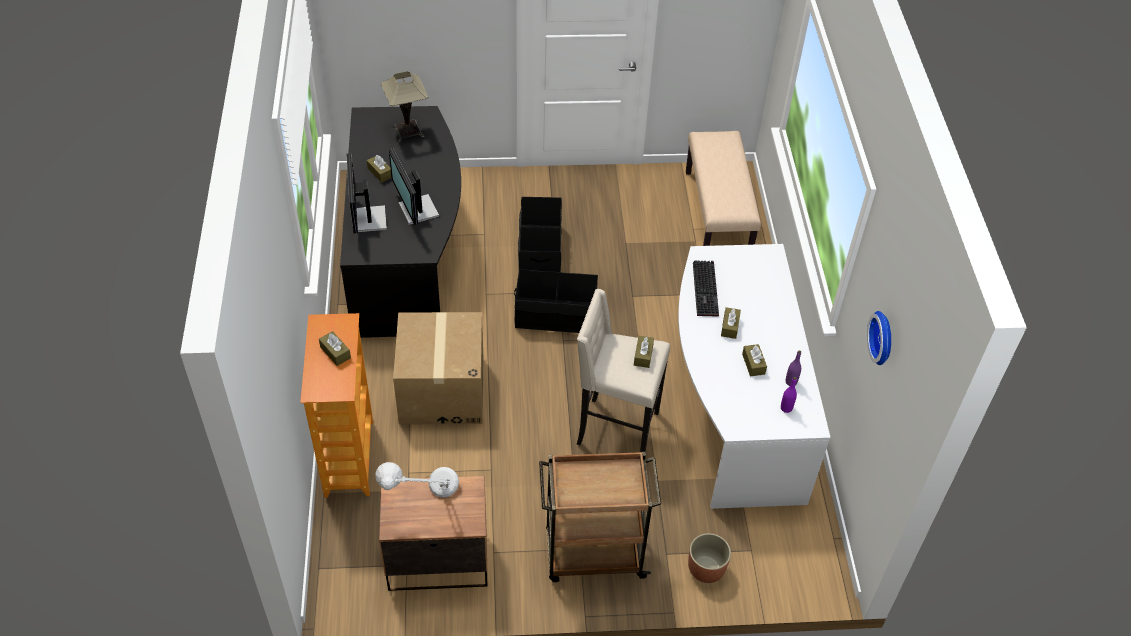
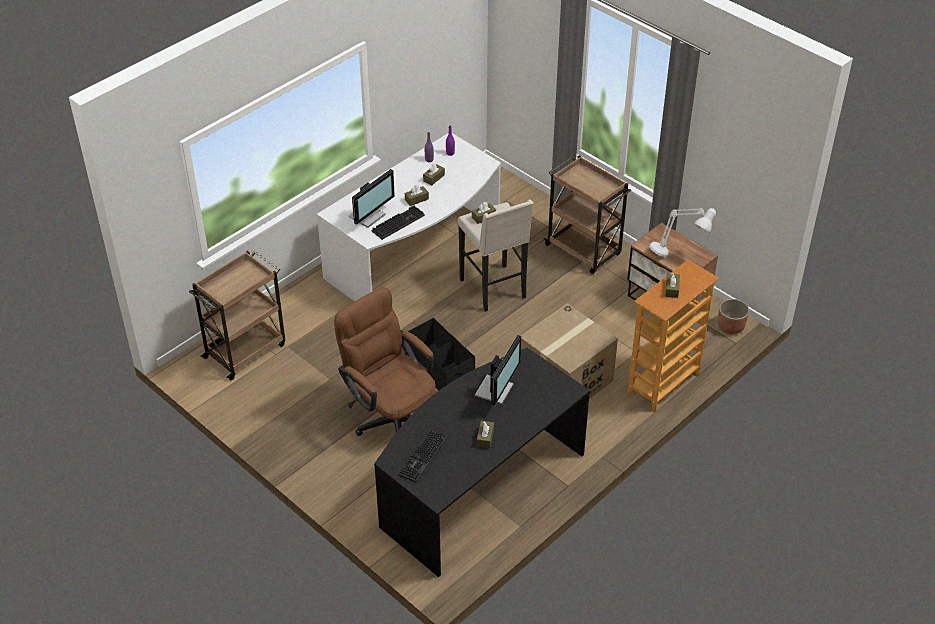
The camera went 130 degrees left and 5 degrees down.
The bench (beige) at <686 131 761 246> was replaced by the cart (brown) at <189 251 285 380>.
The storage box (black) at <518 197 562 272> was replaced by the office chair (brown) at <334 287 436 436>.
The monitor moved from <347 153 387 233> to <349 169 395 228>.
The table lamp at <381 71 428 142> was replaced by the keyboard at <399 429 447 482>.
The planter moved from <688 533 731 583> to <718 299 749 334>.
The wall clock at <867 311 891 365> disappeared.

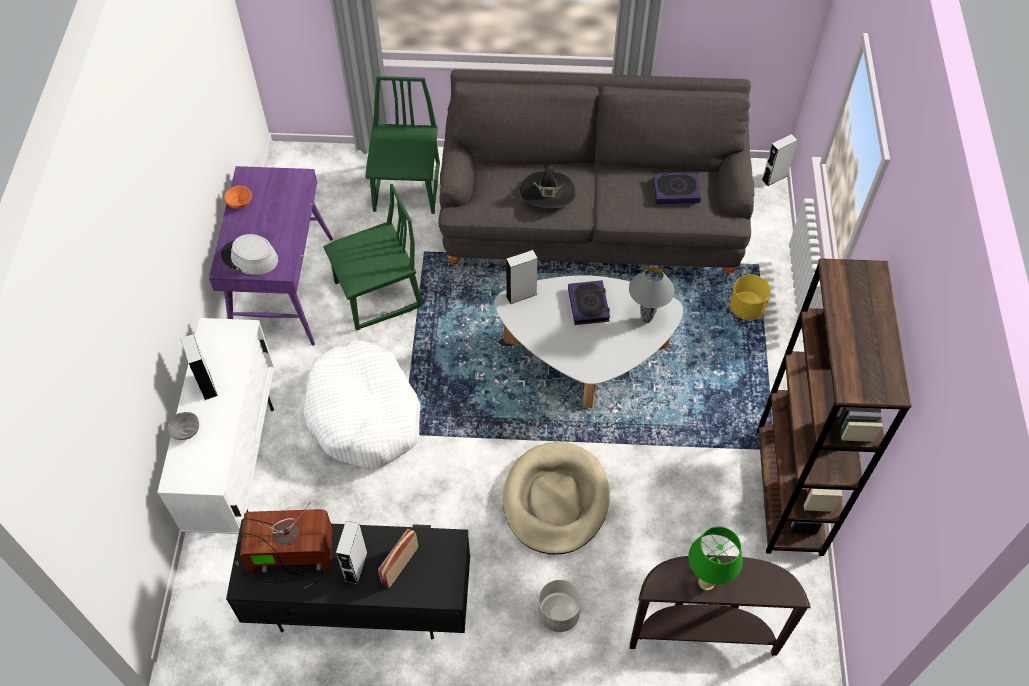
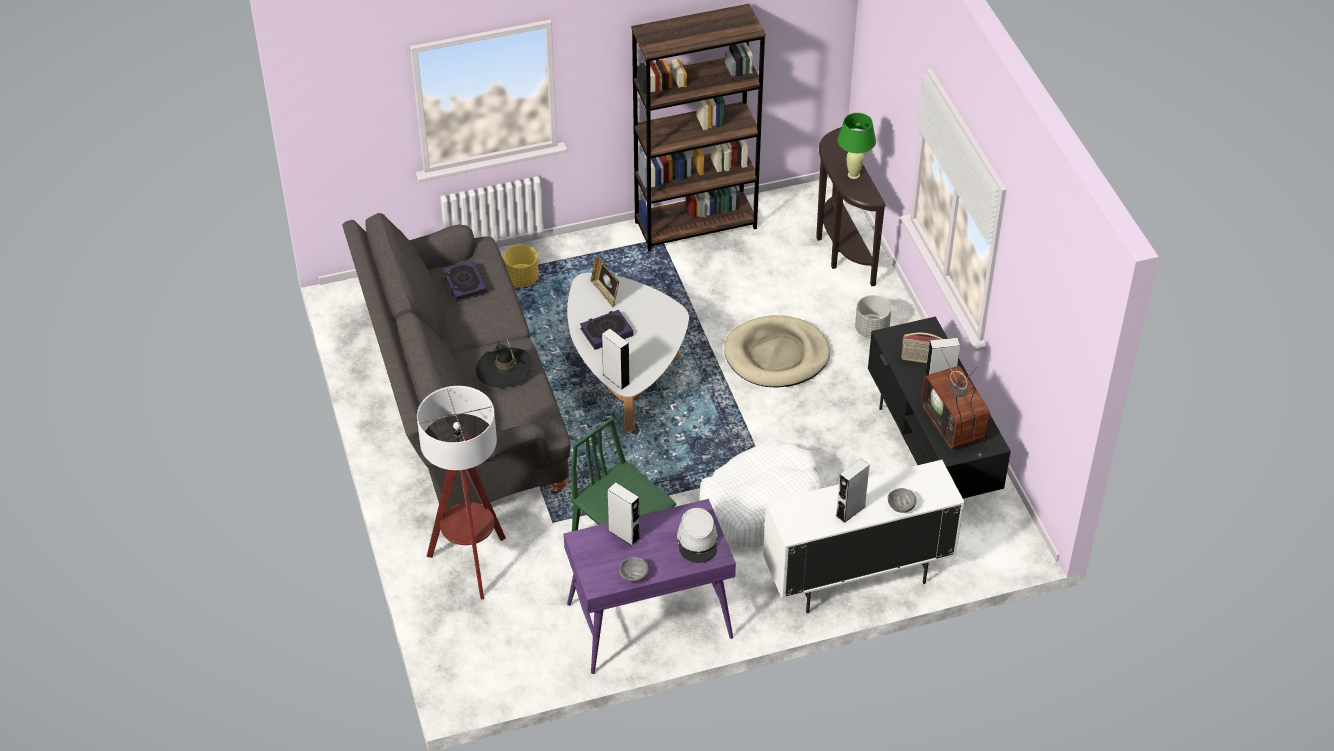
The camera went 110 degrees left and 10 degrees down.
The chair (green) at <365 76 440 214> was replaced by the floor lamp at <417 386 506 600>.
The table lamp (grey) at <629 267 675 323> was replaced by the picture frame at <590 256 619 308>.
The speaker (grey) moved from <762 134 798 186> to <608 482 640 546>.
The bowl (orange) at <224 186 252 209> became the bowl (grey) at <619 557 649 582>.

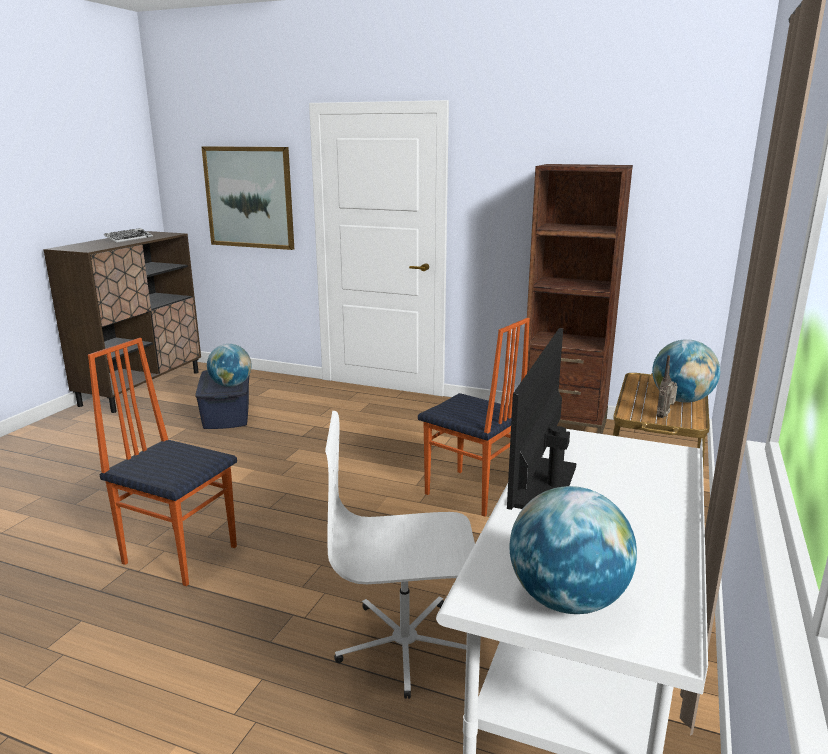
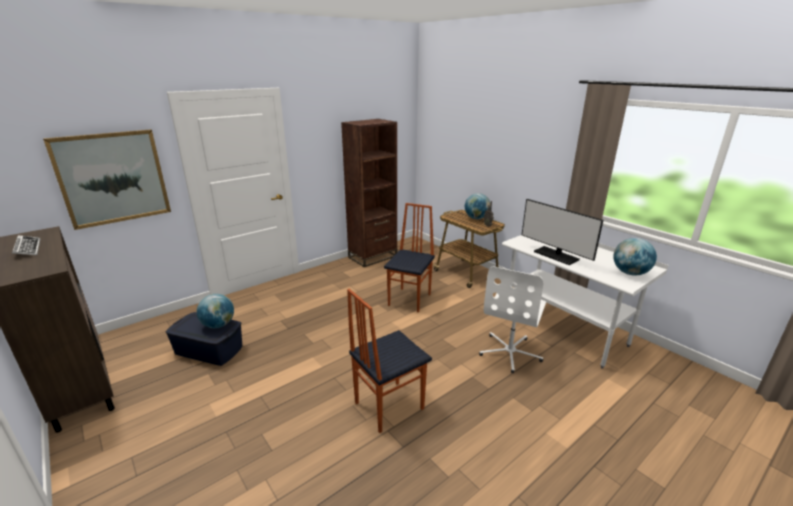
The camera went 60 degrees left and 5 degrees up.
The chair at <418 318 530 517> turned 45 degrees counterclockwise.

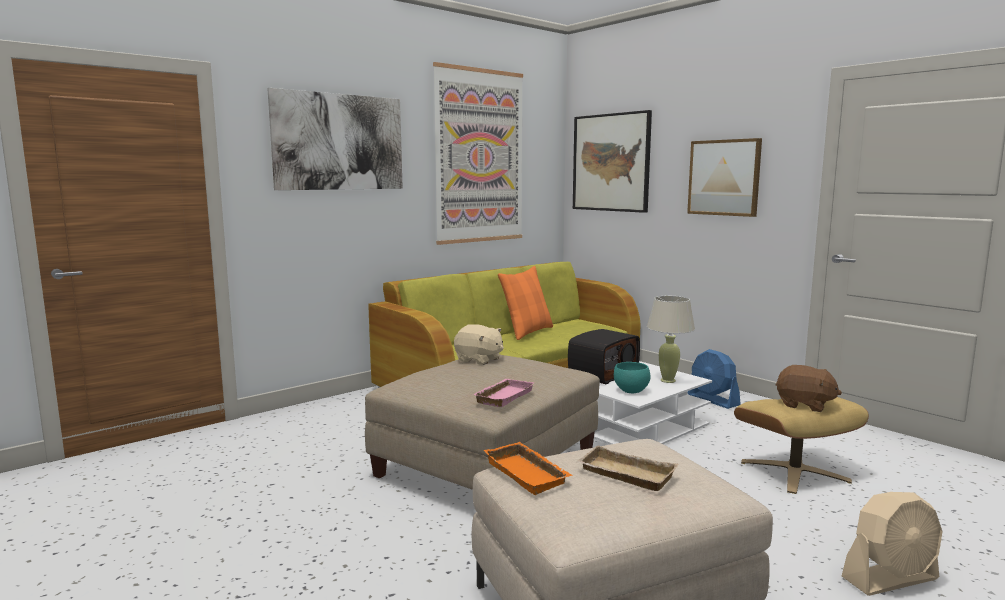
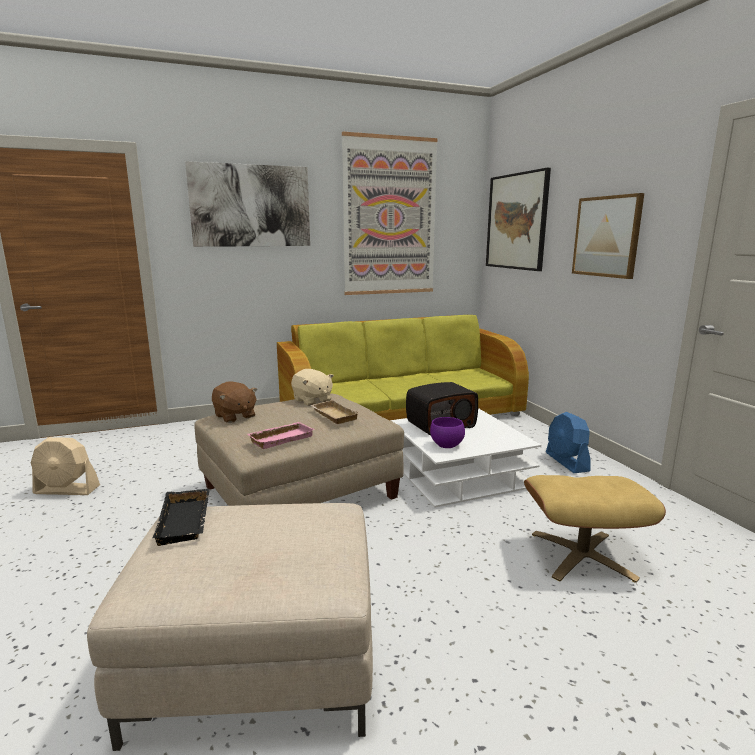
The camera went 20 degrees right and 5 degrees up.
The fan (beige) moved from <842 492 943 596> to <31 437 100 495>.
The tray (orange) at <483 442 573 495> became the tray (black) at <152 489 209 546>.
The plush toy (brown) moved from <776 365 842 412> to <212 382 257 423>.
The tray (beige) moved from <577 445 678 491> to <310 400 359 424>.
The bowl (turquoise) at <614 362 651 393> became the bowl (purple) at <430 417 465 448>.
The pillow (orange) at <498 266 553 340> disappeared.
The table lamp (beige) at <647 296 695 383> disappeared.

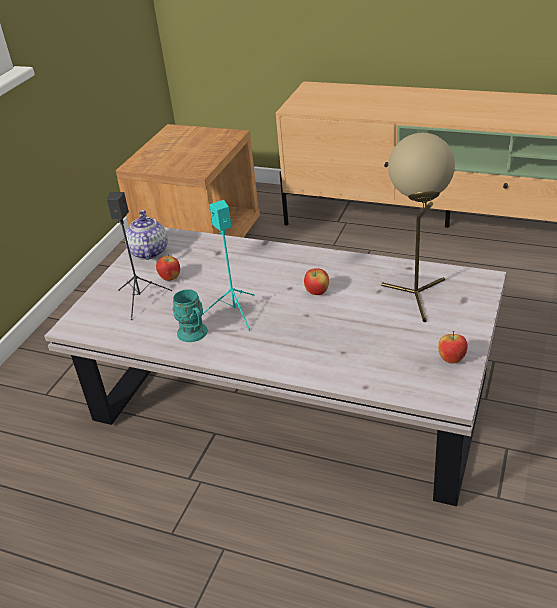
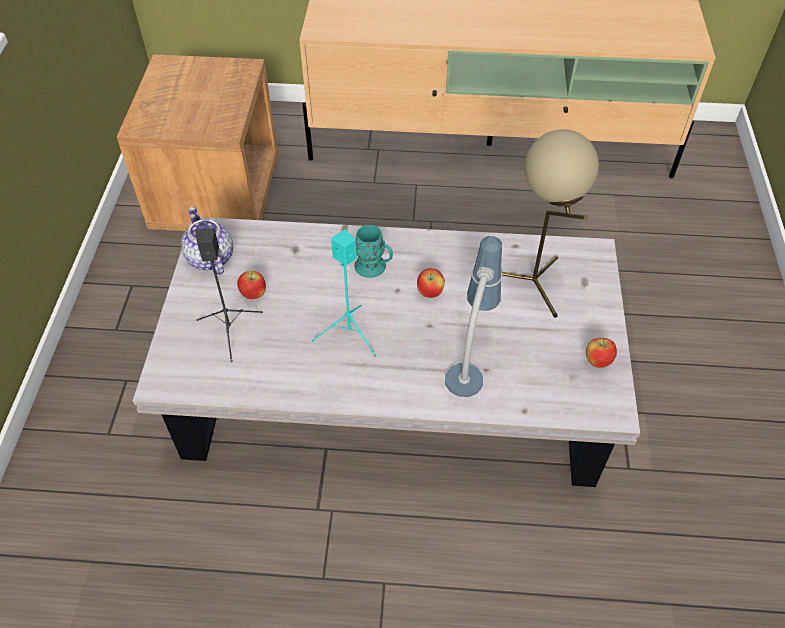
The camera went 20 degrees left and 15 degrees up.
The mug (turquoise) moved from <172 289 208 342> to <354 225 393 278>.
The table lamp at <445 236 502 397> appeared.

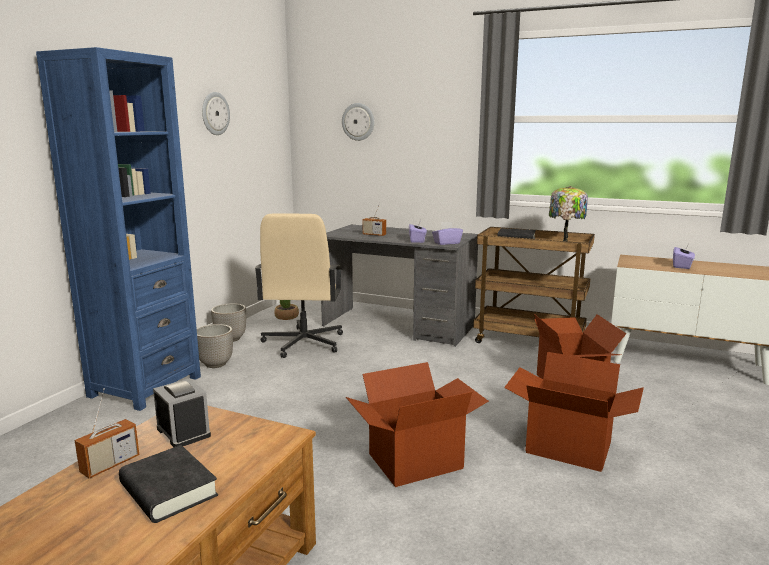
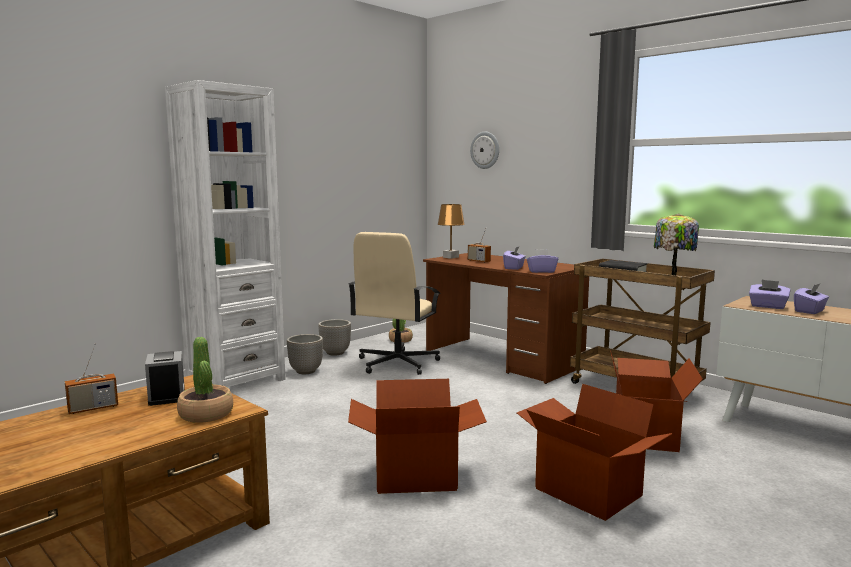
The camera went 20 degrees right and 5 degrees down.
The bookcase (blue) at <36 47 201 411> became the bookcase (white) at <165 80 286 387>.
The potted plant at <177 337 233 423> appeared.
The desk (grey) at <321 225 478 347> became the desk (brown) at <423 253 589 384>.
The table lamp (brown) at <438 204 465 259> appeared.
The tissue box (purple) at <749 280 790 309> appeared.
The book (black) at <119 445 218 523> disappeared.
The wall clock at <202 92 230 135> disappeared.

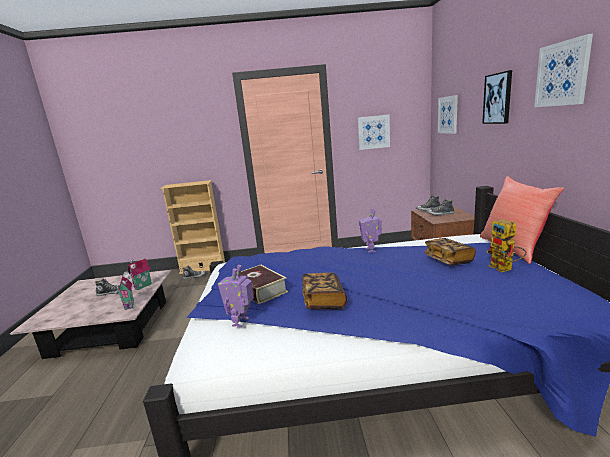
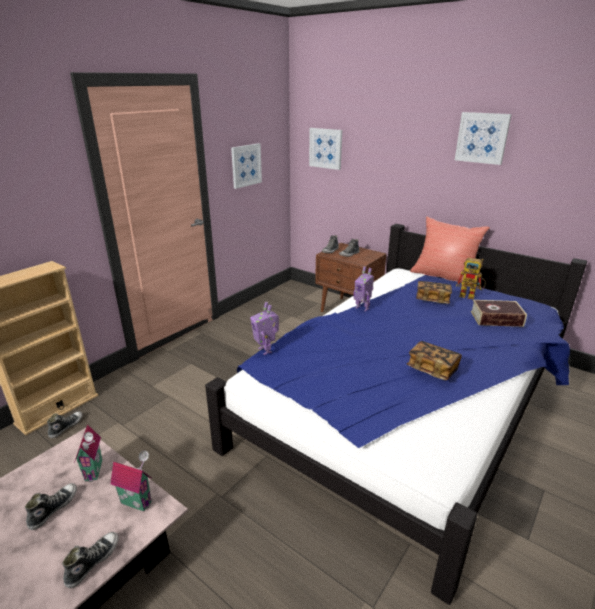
The camera went 50 degrees left and 10 degrees up.
The shoe at <62 532 119 588> appeared.
The toy robot moved from <218 265 254 327> to <250 302 279 355>.
The book moved from <236 265 288 304> to <471 300 527 327>.
The picture at <482 70 512 124> disappeared.

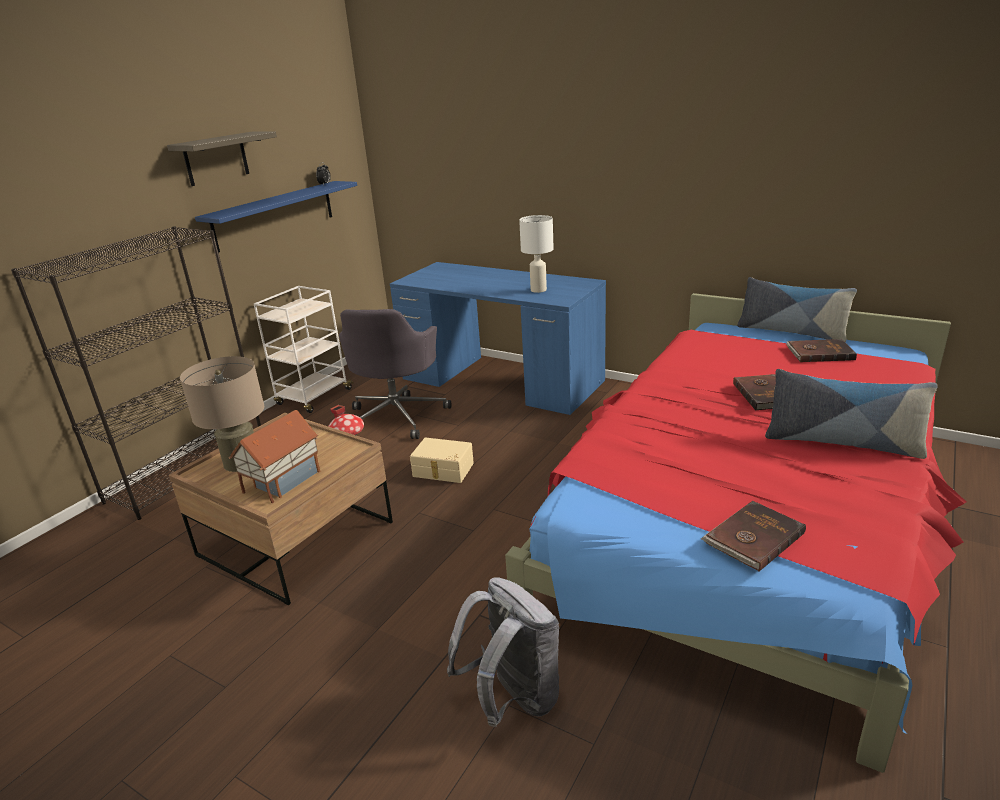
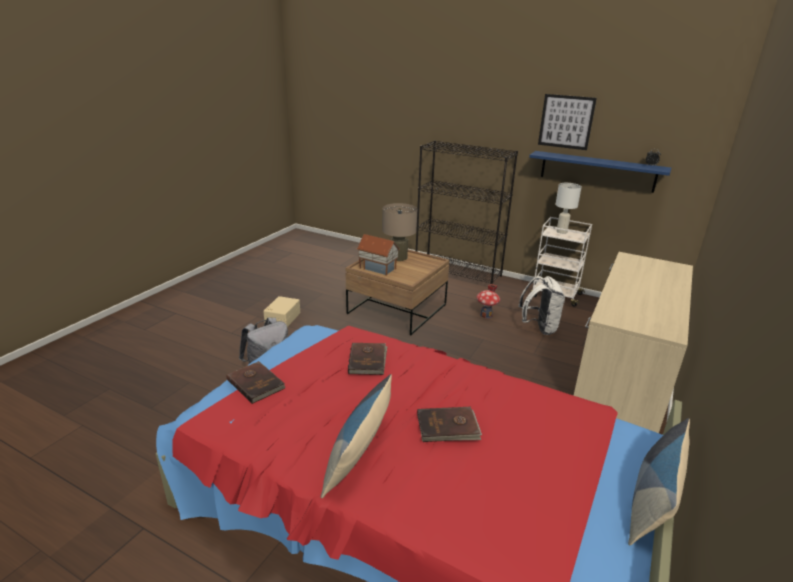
The camera went 85 degrees right and 0 degrees up.
The storage box (beige) moved from <410 438 474 483> to <263 296 300 327>.
The book (brown) moved from <786 339 857 362> to <348 343 388 375>.
The office chair (grey) at <339 309 451 439> was replaced by the backpack (white) at <519 276 565 335>.
The shelf at <167 132 277 186> was replaced by the picture at <538 94 597 150>.
The table lamp (white) moved from <519 215 554 293> to <555 183 582 234>.
The desk (blue) at <390 262 606 415> became the desk (beige) at <573 252 693 433>.

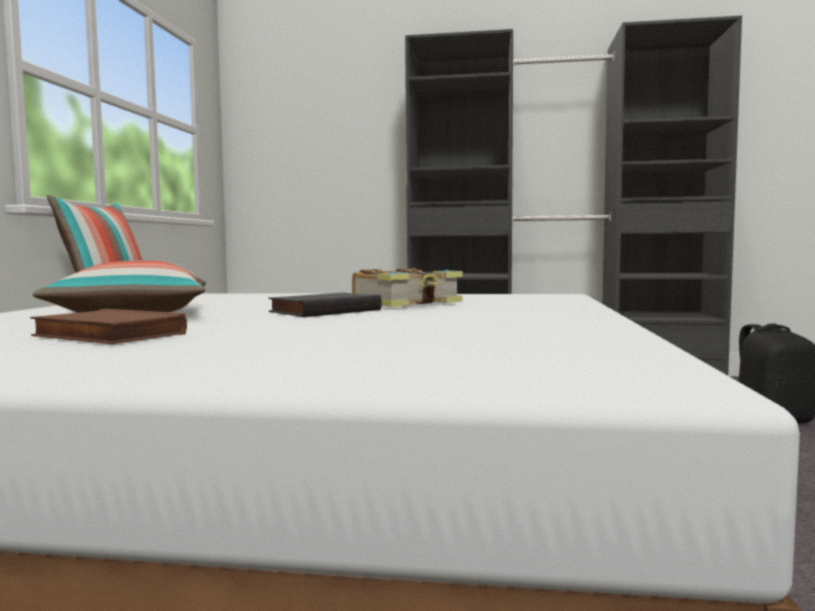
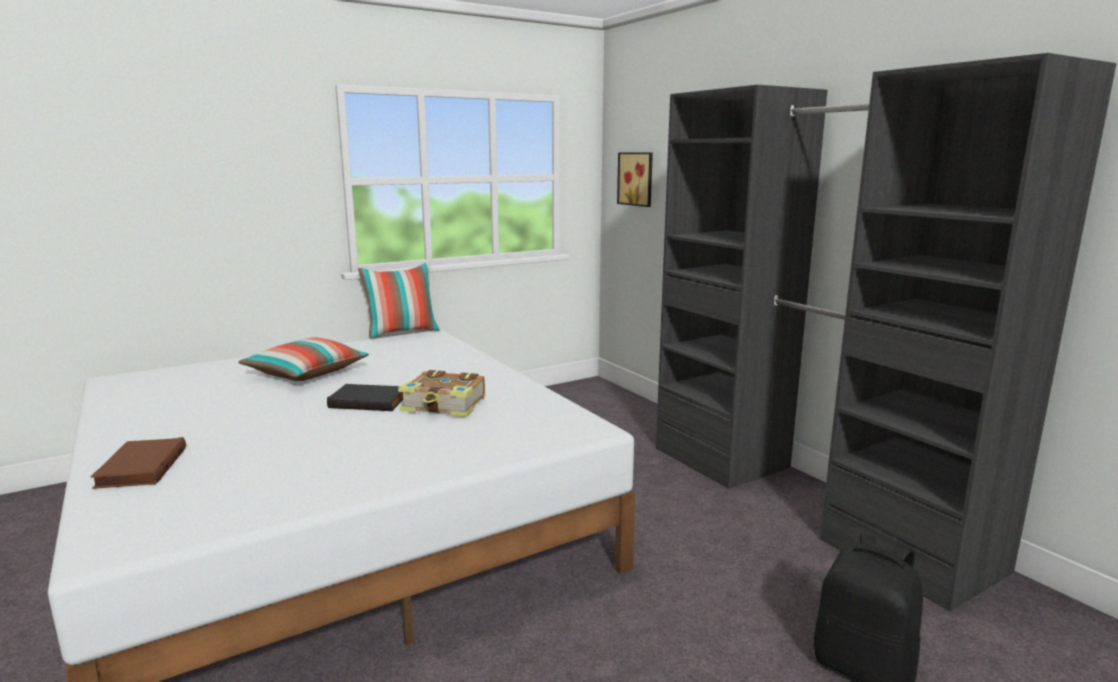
The camera went 50 degrees right and 10 degrees up.
The book (brown) moved from <30 309 187 344> to <90 437 186 489>.
The picture at <617 152 653 207> appeared.

